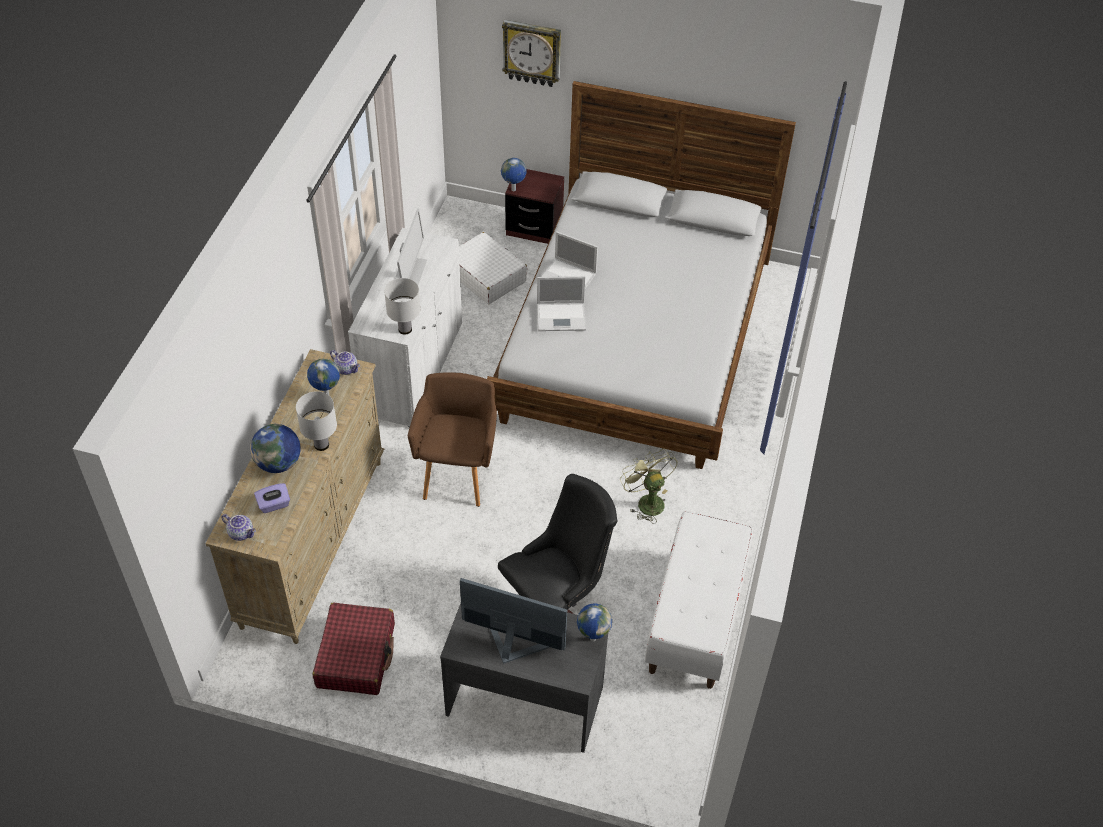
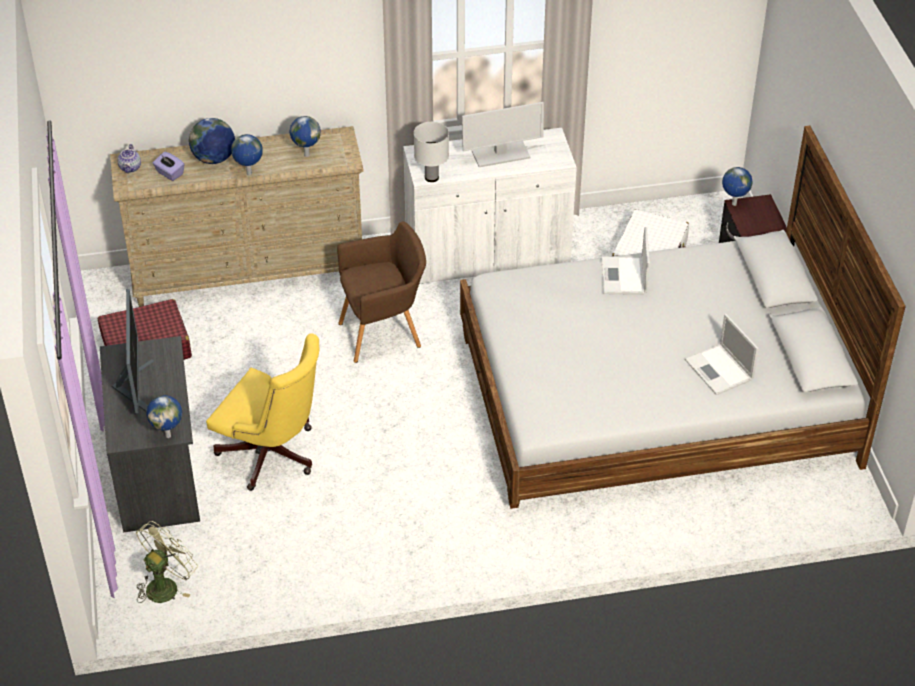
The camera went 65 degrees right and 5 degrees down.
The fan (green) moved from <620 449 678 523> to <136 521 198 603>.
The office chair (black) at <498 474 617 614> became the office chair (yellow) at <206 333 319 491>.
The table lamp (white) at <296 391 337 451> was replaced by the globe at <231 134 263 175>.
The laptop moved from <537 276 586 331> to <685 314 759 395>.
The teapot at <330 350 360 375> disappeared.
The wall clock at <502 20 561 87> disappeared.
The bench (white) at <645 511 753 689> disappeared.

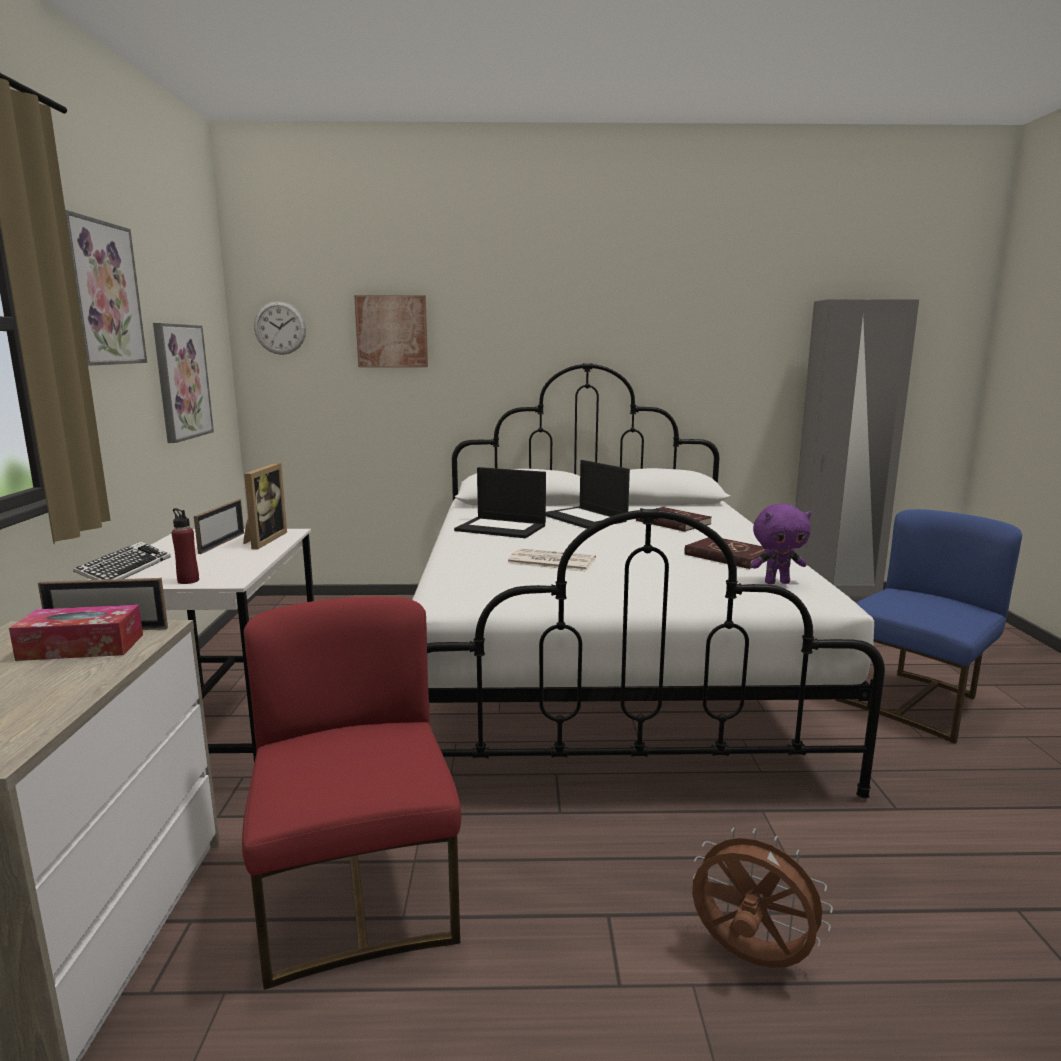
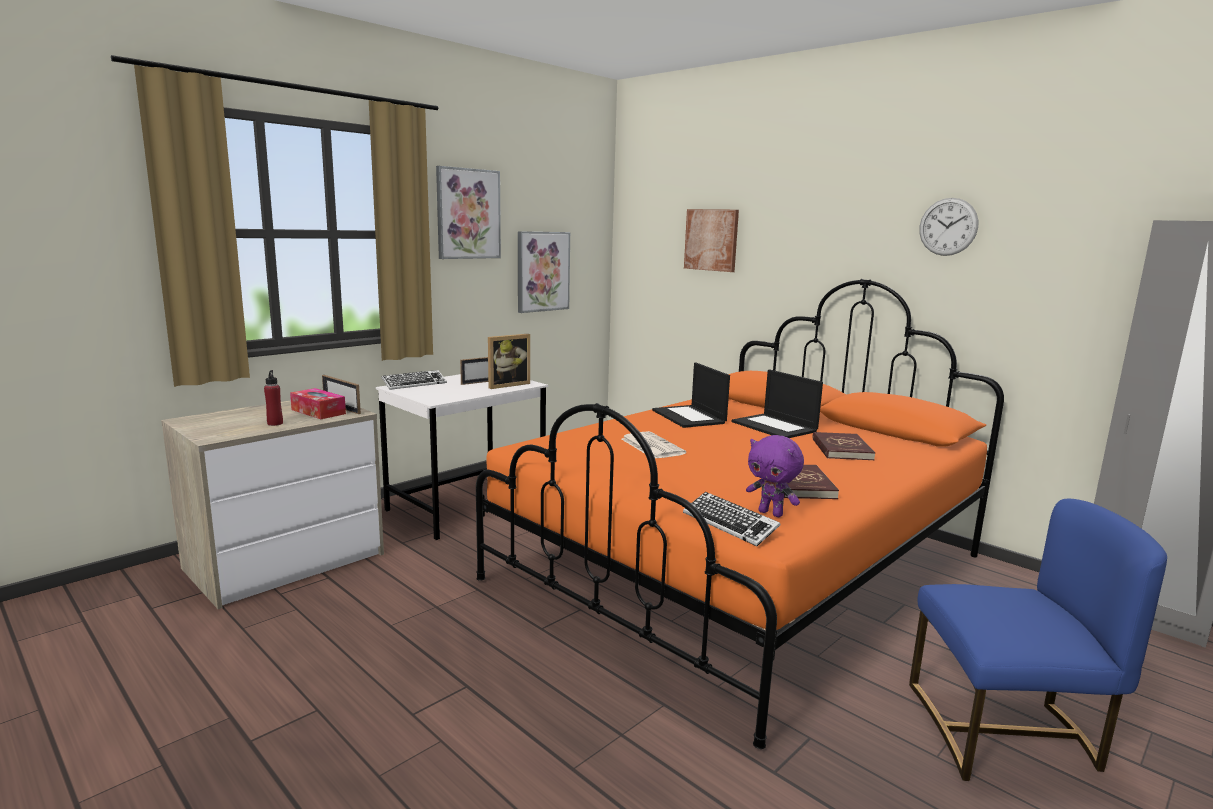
The camera went 45 degrees right and 0 degrees up.
The bottle (red) moved from <172 508 199 584> to <264 370 283 426>.
The bed (white) at <412 363 885 799> became the bed (orange) at <476 279 1004 749>.
The keyboard at <683 492 780 546> appeared.
The laptop at <546 460 630 529> turned 45 degrees counterclockwise.
The wall clock moved from <254 301 306 355> to <919 198 978 256>.
The chair (red) at <242 597 461 990> disappeared.
The fan (brown) at <692 827 833 968> disappeared.

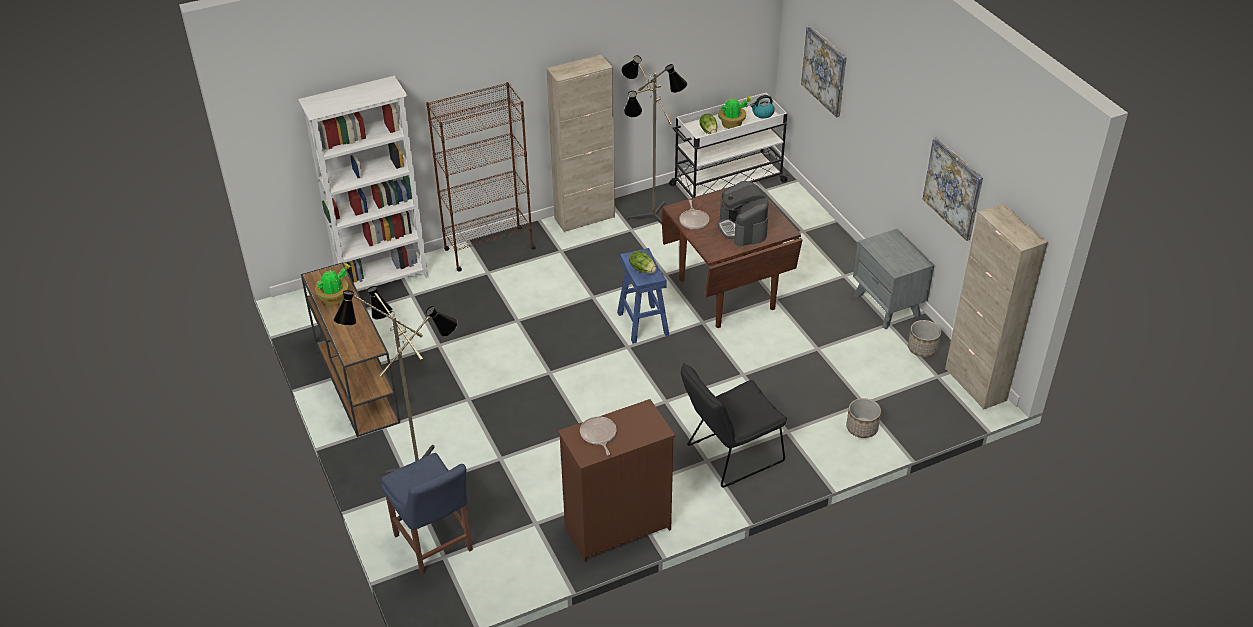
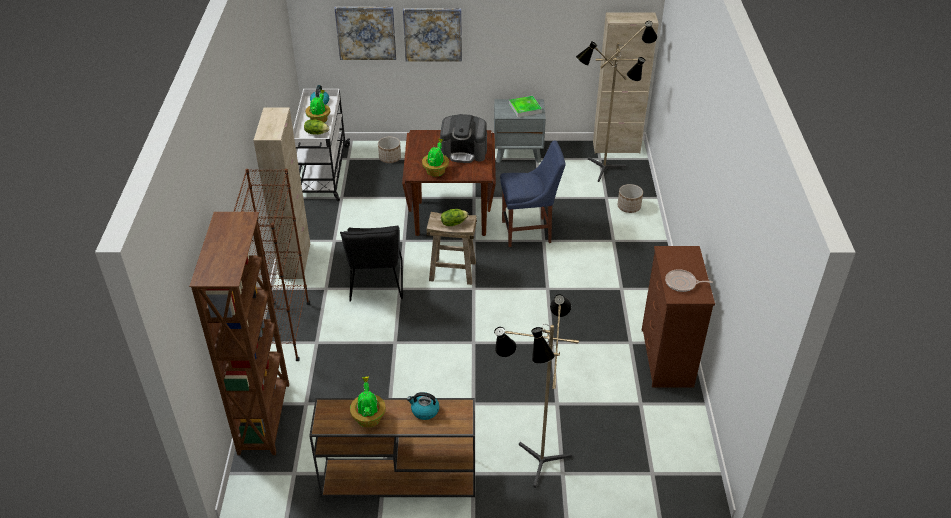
The camera went 65 degrees left and 0 degrees up.
The bookcase (white) at <298 76 428 291> became the bookcase (brown) at <189 212 289 455>.
The chair (black) moved from <681 363 787 488> to <340 225 403 302>.
The planter moved from <908 320 941 357> to <378 137 401 163>.
The picture moved from <922 137 983 241> to <403 8 462 62>.
The kettle at <407 392 439 420> appeared.
The frying pan at <679 200 709 230> was replaced by the potted plant at <422 138 449 176>.
The stool (blue) at <617 248 669 344> became the stool (beige) at <426 212 477 285>.
The chair (blue) moved from <381 453 473 575> to <500 141 566 247>.
The tray at <509 96 542 117> appeared.
The floor lamp moved from <622 55 687 225> to <576 21 657 182>.

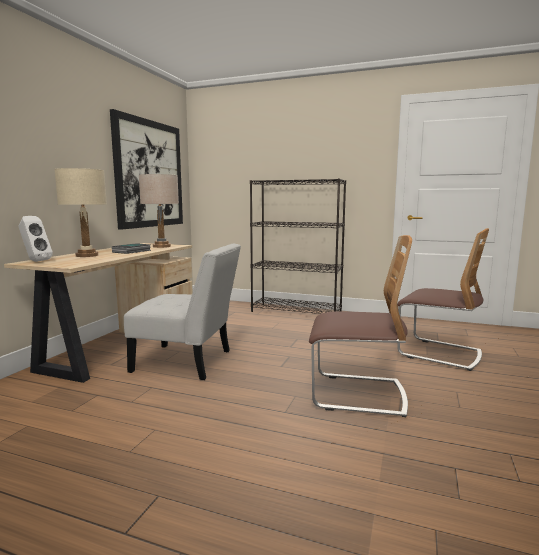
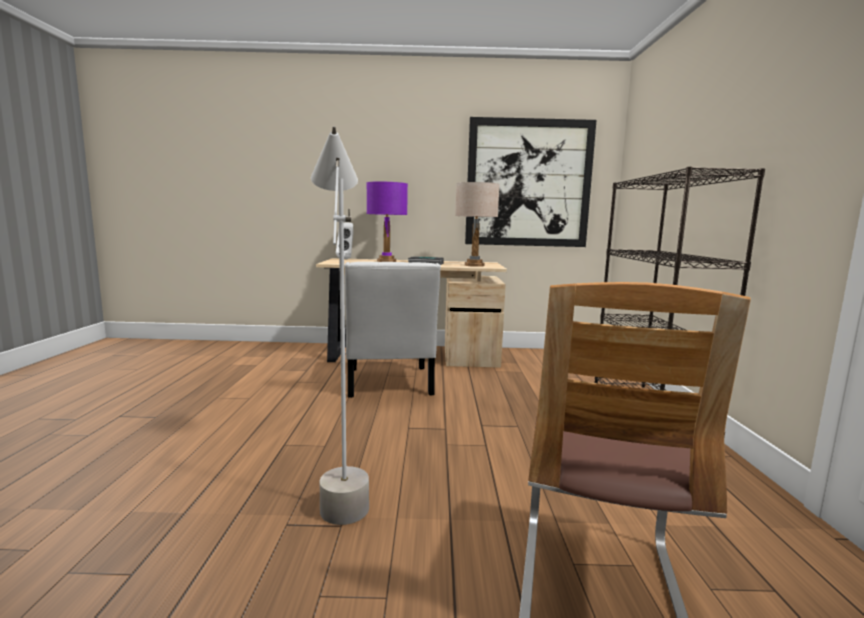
The camera went 70 degrees right and 0 degrees up.
The chair at <309 235 412 417> was replaced by the floor lamp (grey) at <311 126 369 525>.
The table lamp (beige) at <54 168 107 257> became the table lamp (purple) at <367 182 408 262>.

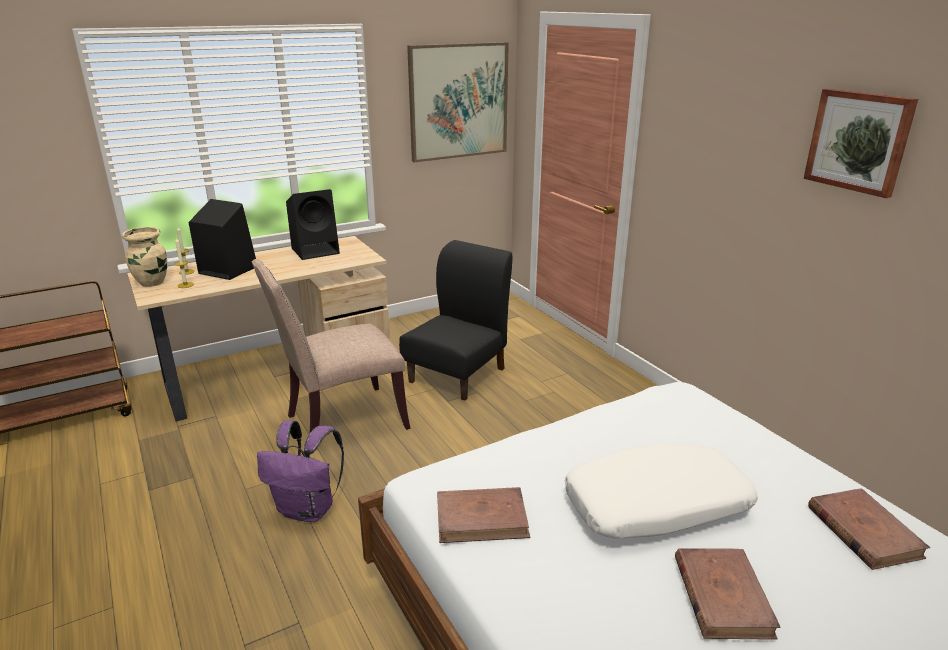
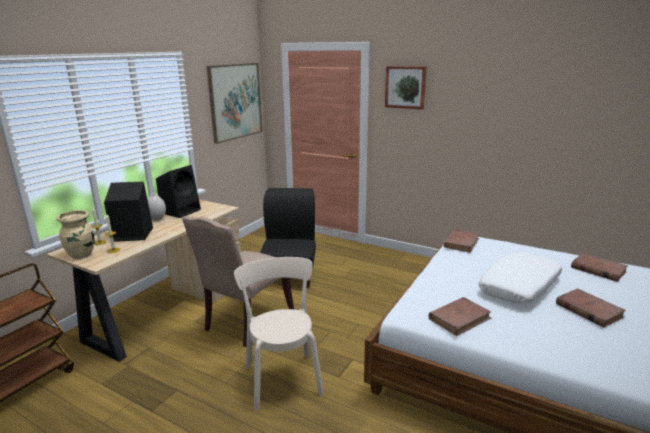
The camera went 30 degrees left and 5 degrees down.
The vase (white) at <147 193 166 221> appeared.
The backpack (purple) at <257 420 344 522> was replaced by the chair (beige) at <234 257 324 410>.
The picture moved from <804 89 918 198> to <385 66 427 109>.
The book (brown) at <443 229 479 253> appeared.

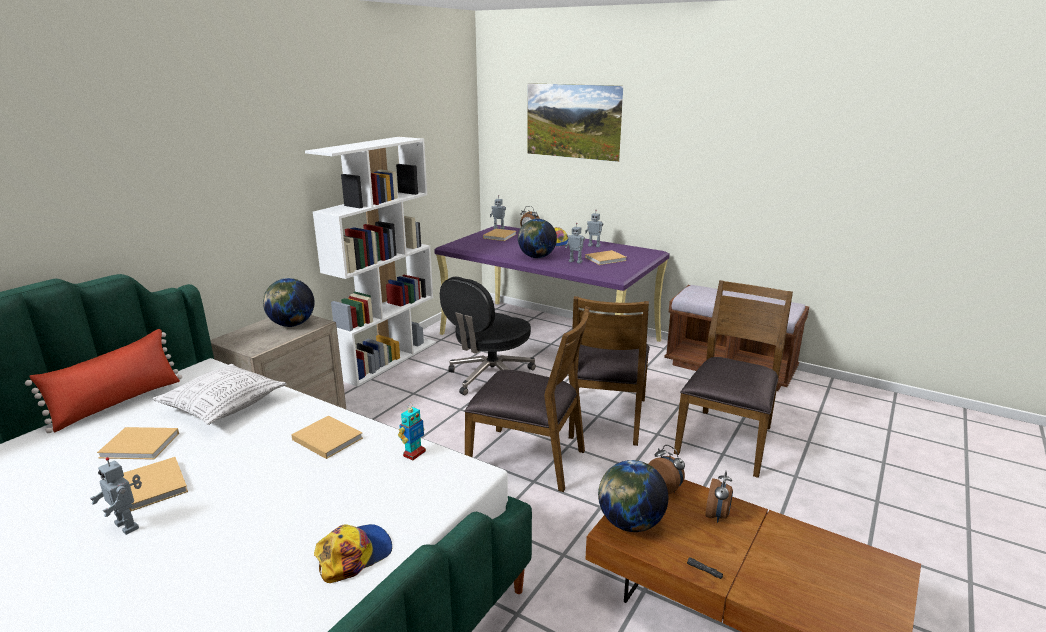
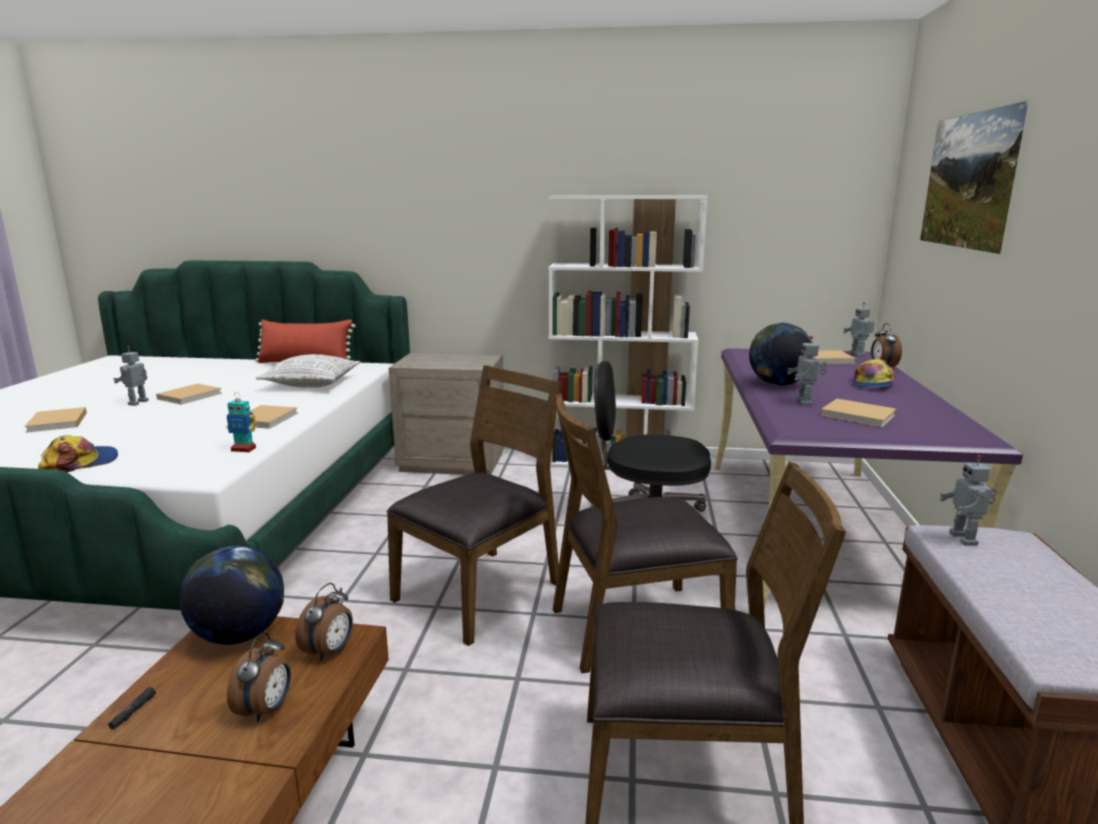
The camera went 65 degrees right and 5 degrees down.
The book (beige) moved from <97 427 179 460> to <24 407 87 433>.
The cap at <314 524 392 583> turned 60 degrees counterclockwise.
The alarm clock at <705 471 733 523> turned 75 degrees counterclockwise.
The chair (brown) at <465 306 590 492> turned 135 degrees counterclockwise.
The toy robot moved from <585 210 603 247> to <939 455 997 546>.
The globe at <263 278 315 327> disappeared.

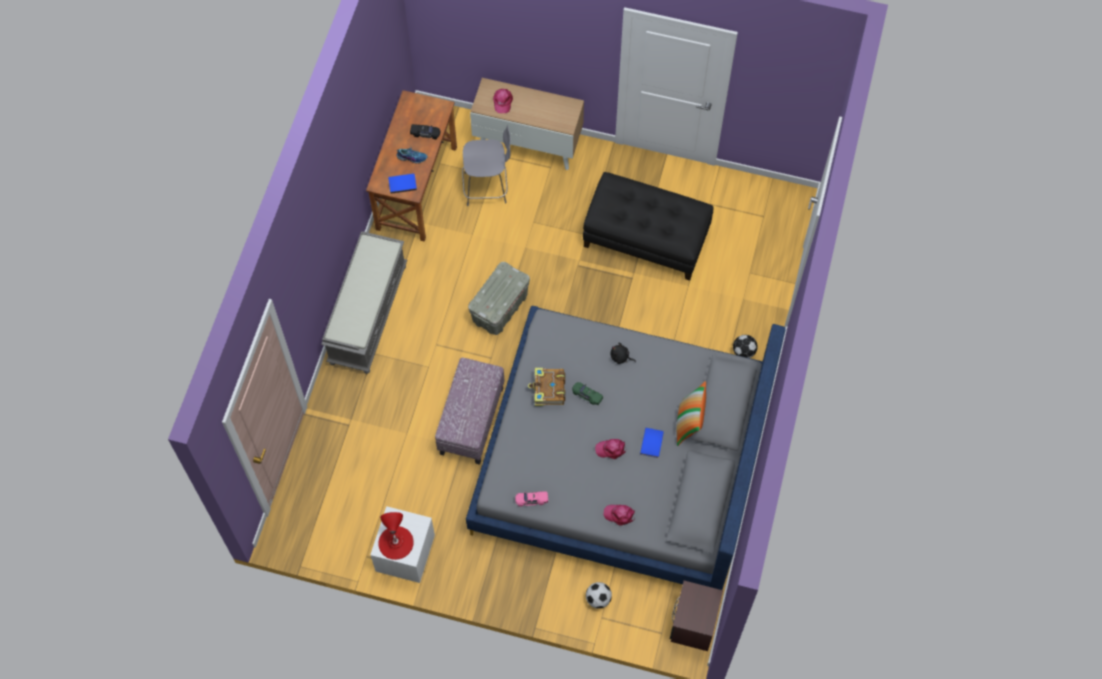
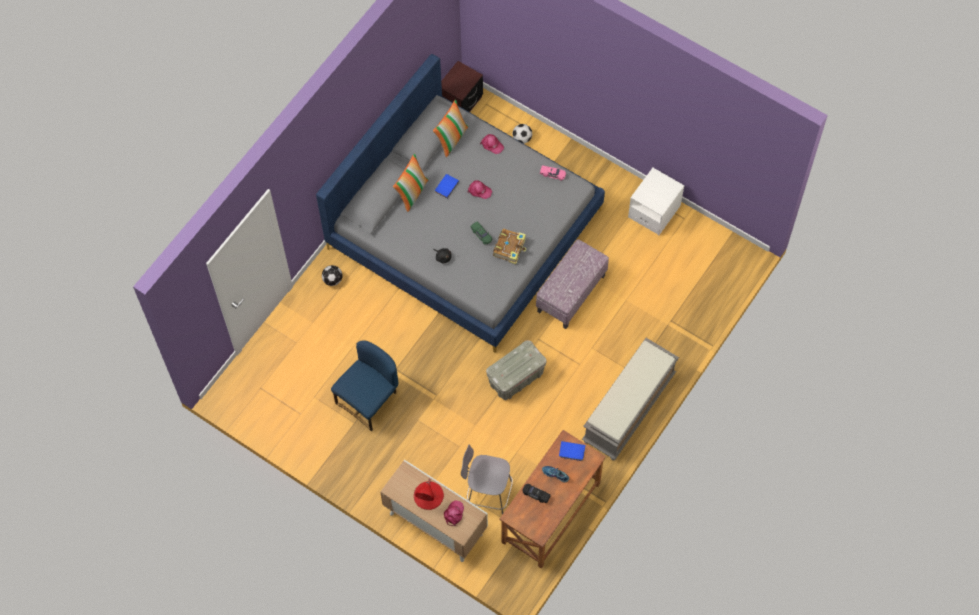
The camera went 160 degrees left and 0 degrees up.
The ottoman (black) at <583 172 714 280> was replaced by the chair (blue) at <331 341 398 432>.
The table lamp (red) moved from <378 512 414 560> to <414 479 444 510>.
The pillow at <433 99 468 157> appeared.

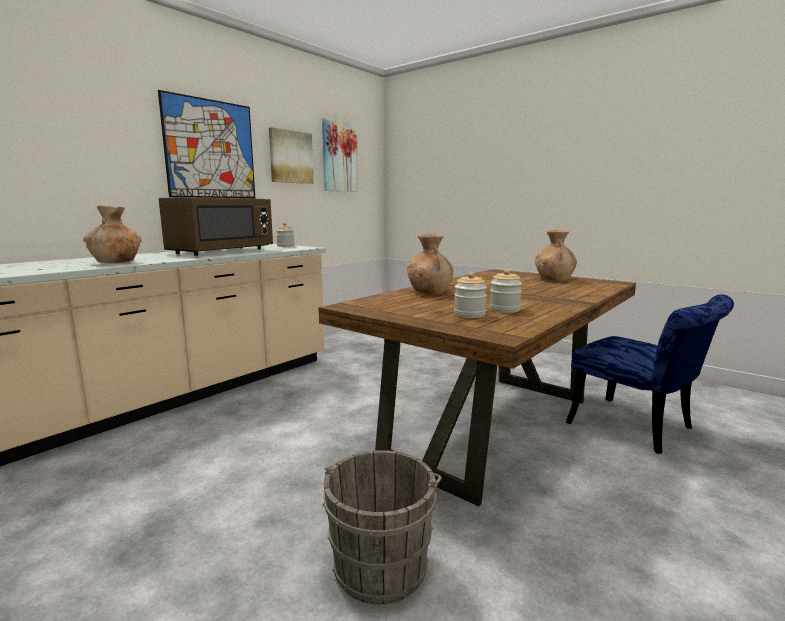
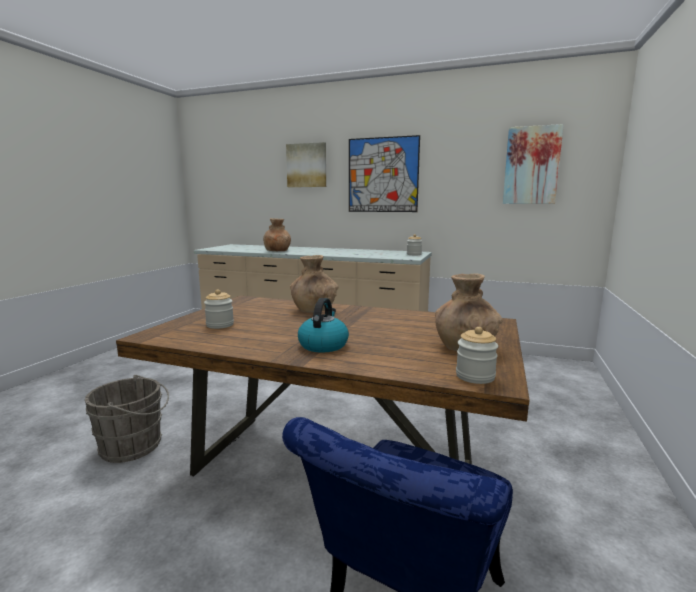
The camera went 70 degrees right and 0 degrees up.
The picture moved from <269 127 314 184> to <286 142 326 187>.
The kettle at <298 298 349 353> appeared.
The jar moved from <490 269 522 313> to <456 327 498 384>.
The microwave (brown) at <159 197 273 256> disappeared.

